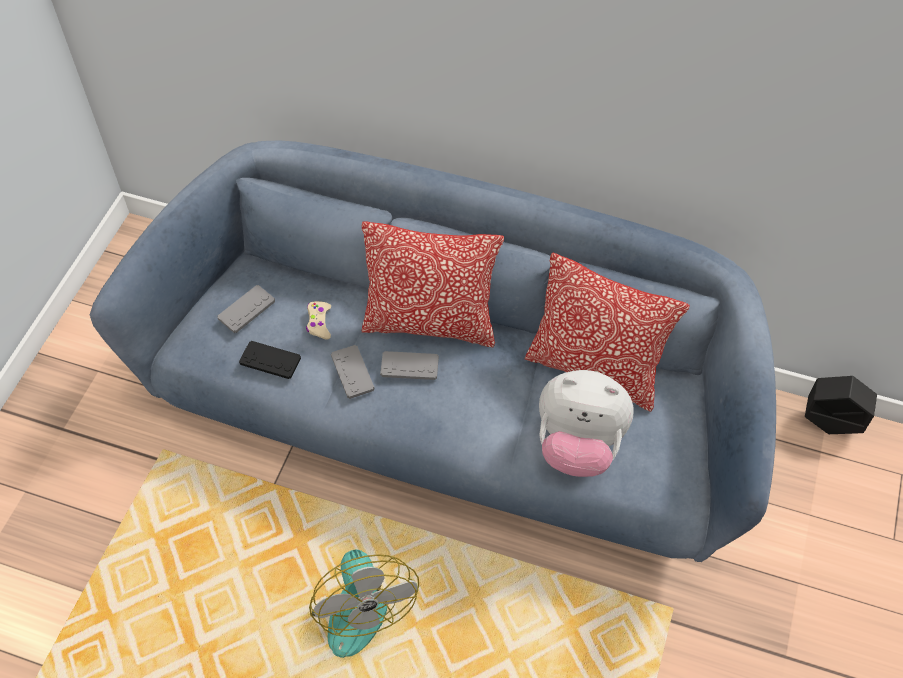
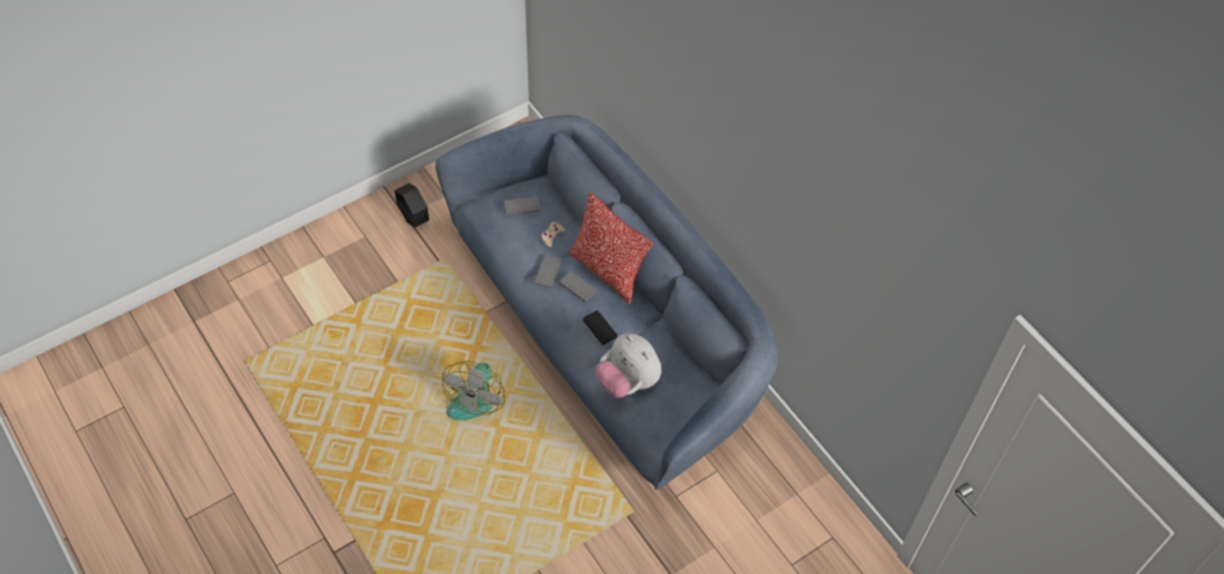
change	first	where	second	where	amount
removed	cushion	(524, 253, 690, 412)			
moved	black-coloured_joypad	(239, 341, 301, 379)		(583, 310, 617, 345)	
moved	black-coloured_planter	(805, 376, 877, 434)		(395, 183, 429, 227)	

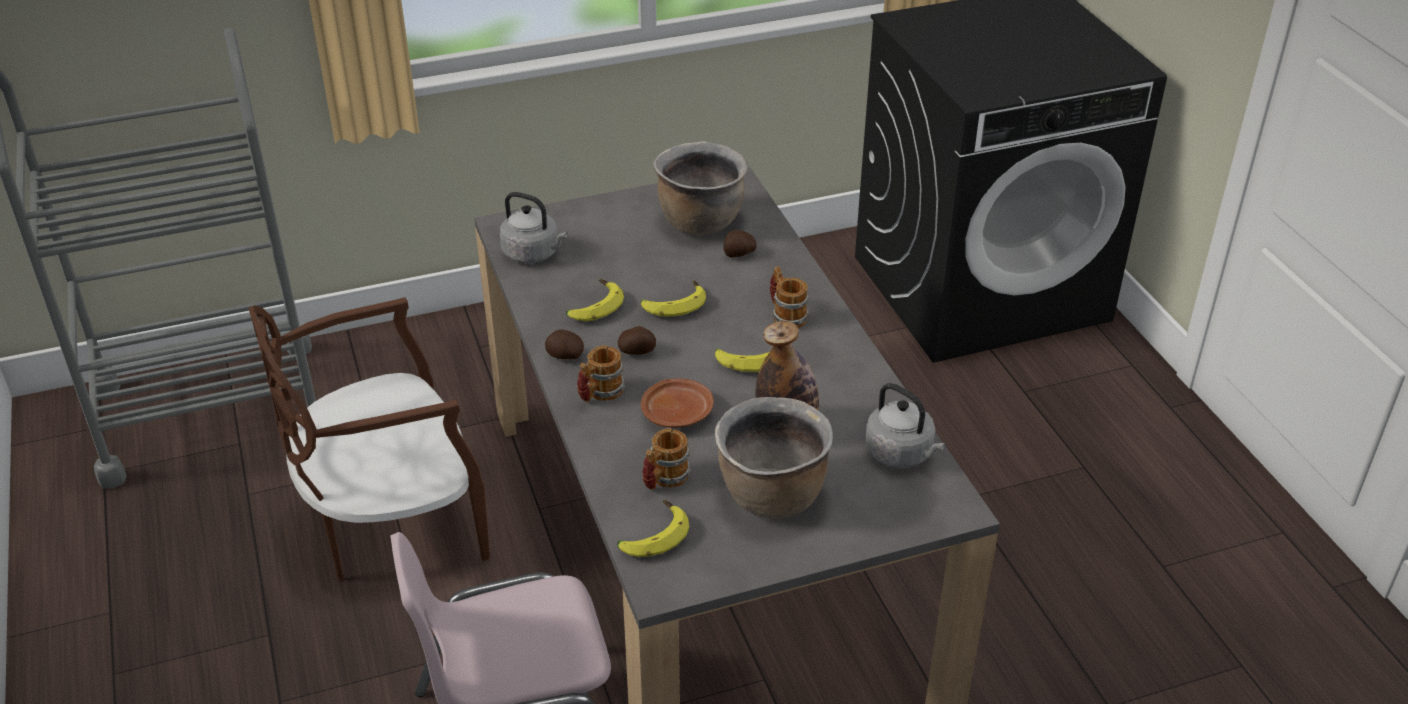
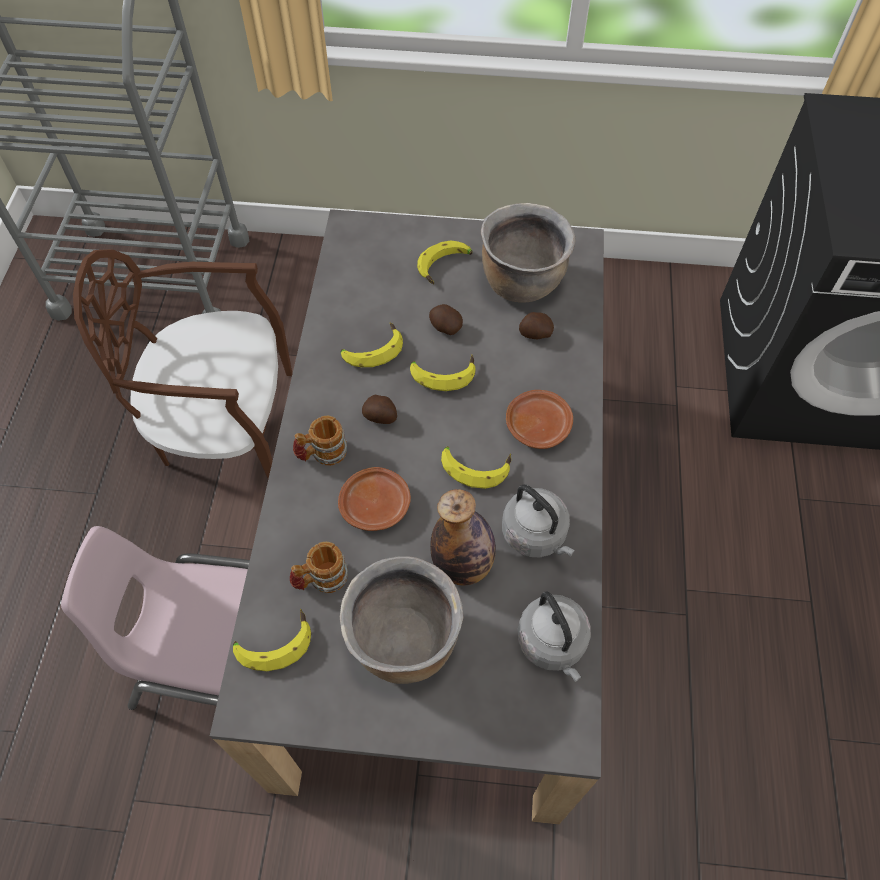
change	first	where	second	where	amount
moved	grey_kettle	(500, 192, 568, 263)		(502, 485, 575, 557)	
replaced	tea_mug	(770, 266, 809, 328)	brown_flat_dish	(506, 390, 573, 449)	
moved	potato	(545, 329, 584, 359)		(429, 304, 463, 335)	
added			banana_fruit	(417, 240, 473, 284)	

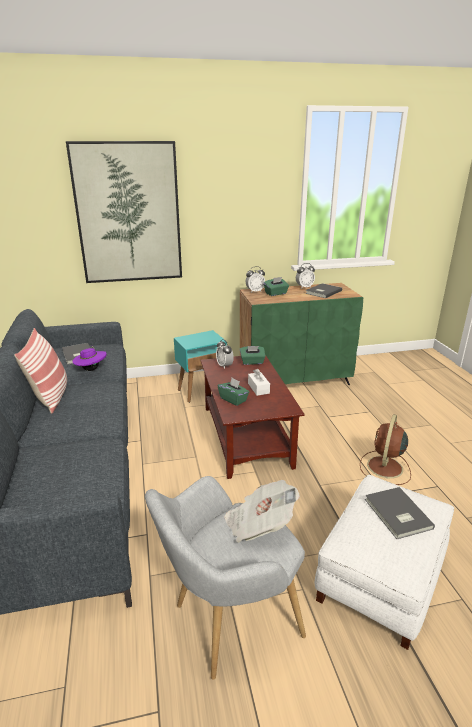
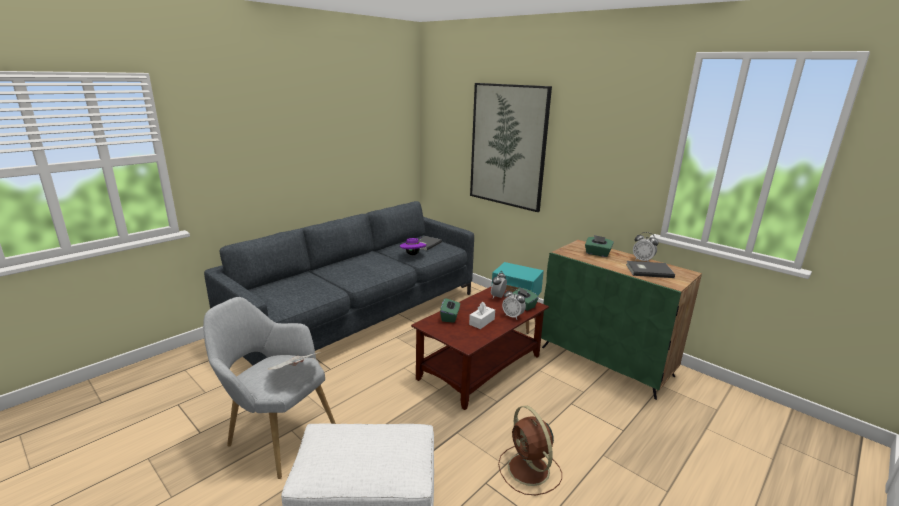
change	first	where	second	where	amount
moved	table_clock	(246, 266, 265, 293)		(502, 289, 526, 320)	
removed	cushion	(14, 328, 67, 414)			
turned	brown_fan	(360, 414, 411, 485)		(498, 406, 562, 495)	105 degrees counterclockwise
removed	grey_book	(365, 487, 435, 539)			

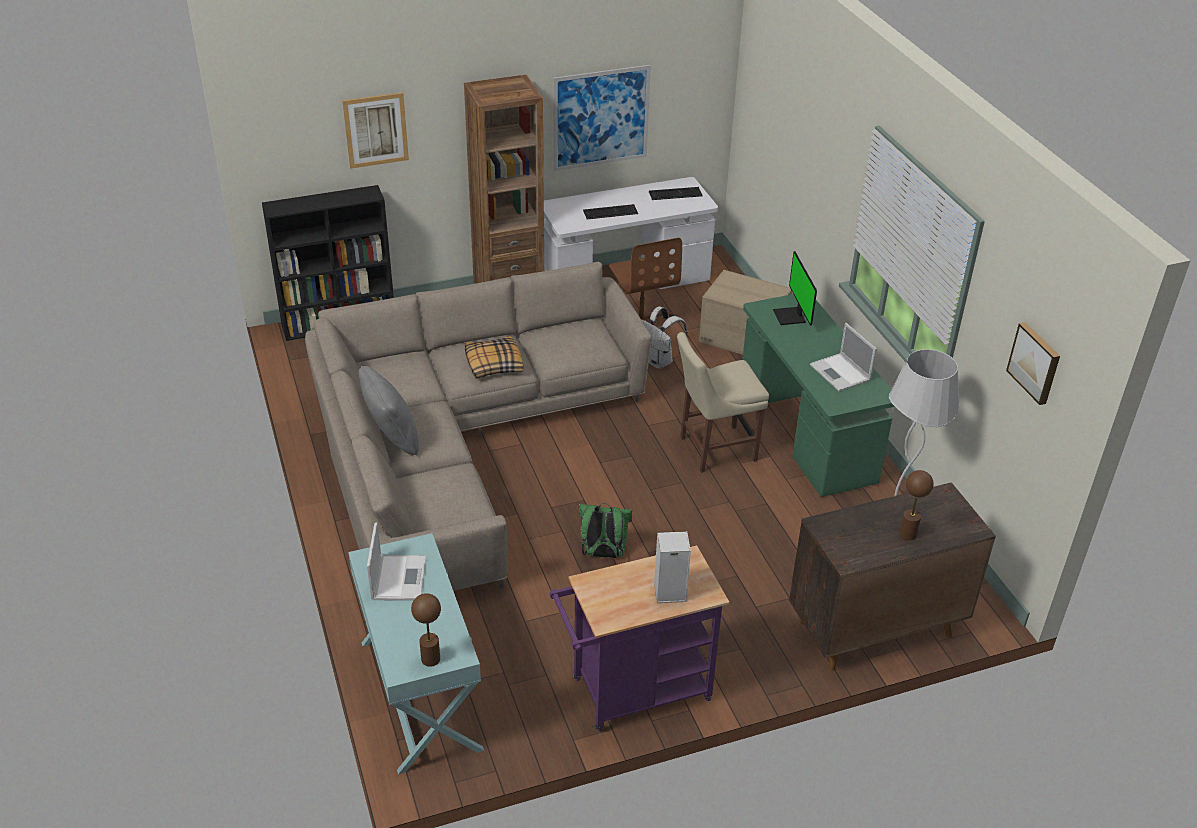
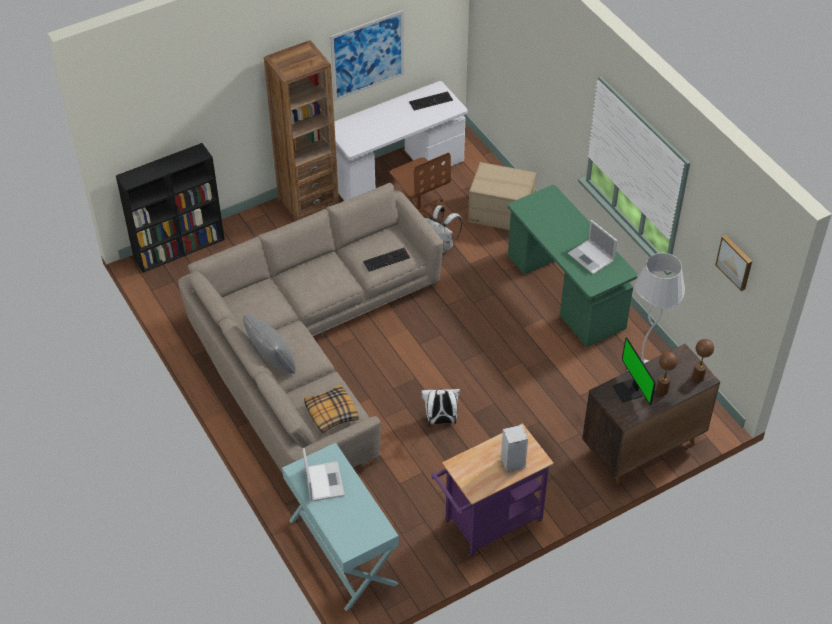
change	first	where	second	where	amount
removed	picture	(342, 92, 409, 169)			
moved	computer_keyboard	(583, 204, 638, 219)		(363, 248, 410, 272)	
moved	monitor	(773, 251, 817, 326)		(612, 337, 656, 405)	
removed	sand-coloured_chair	(677, 332, 769, 473)			
moved	cushion	(465, 336, 523, 379)		(304, 385, 359, 433)	
recoloured	green-coloured_knapsack	(579, 503, 632, 558)	white_knapsack	(421, 388, 460, 426)	
moved	brown_table_lamp	(411, 593, 441, 667)		(692, 339, 714, 383)	

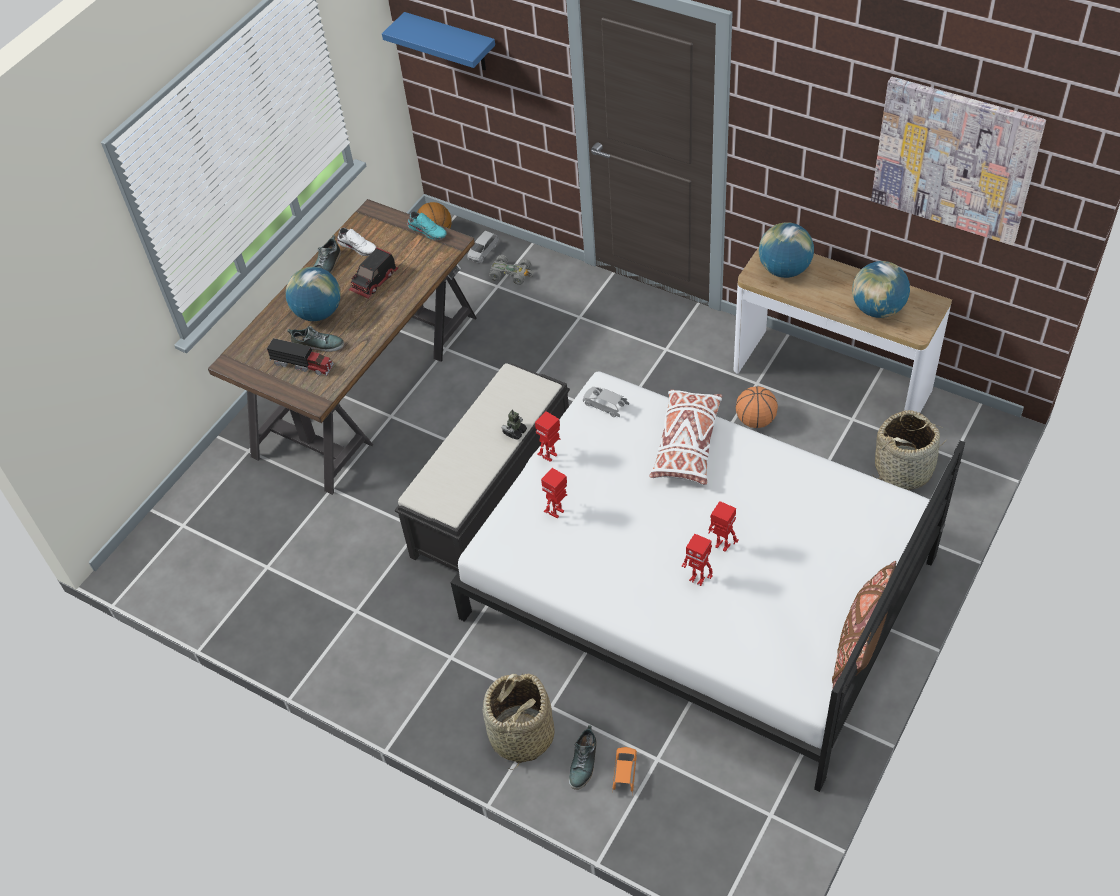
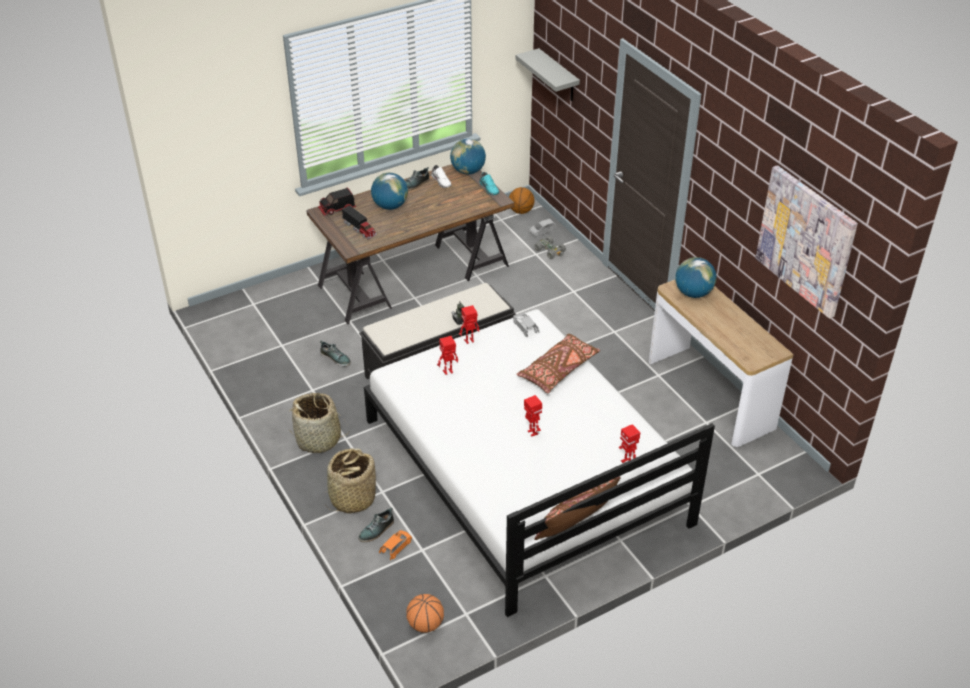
change	first	where	second	where	amount
recoloured	blue-coloured_wall_shelf	(382, 12, 495, 70)	grey_wall_shelf	(516, 48, 580, 101)	
moved	toy_truck	(349, 247, 398, 299)		(318, 187, 356, 216)	
moved	globe	(852, 261, 910, 318)		(450, 139, 486, 174)	
moved	shoe	(287, 326, 344, 352)		(320, 340, 351, 367)	
moved	basketball	(736, 386, 778, 428)		(406, 594, 444, 633)	
recoloured	white_cushion	(649, 389, 722, 485)	brown_cushion	(516, 334, 600, 393)	
moved	storage_basket	(872, 410, 947, 490)		(290, 393, 350, 453)	
moved	model_robot	(682, 533, 713, 586)		(619, 424, 640, 463)	

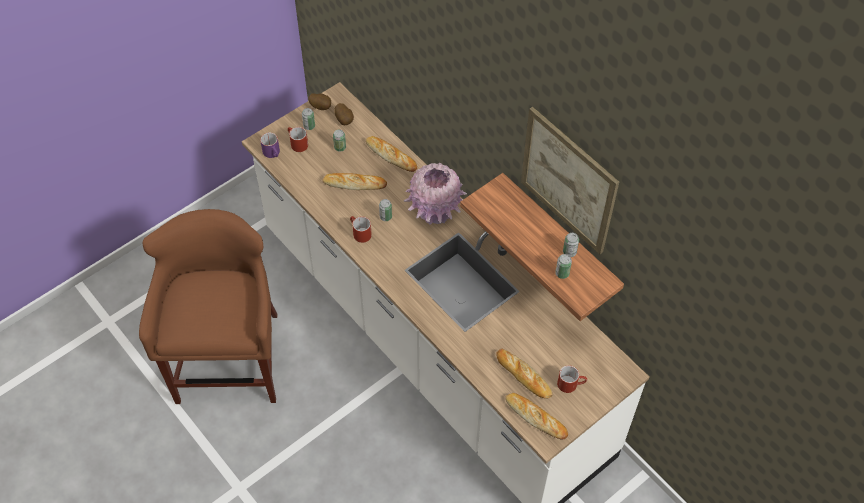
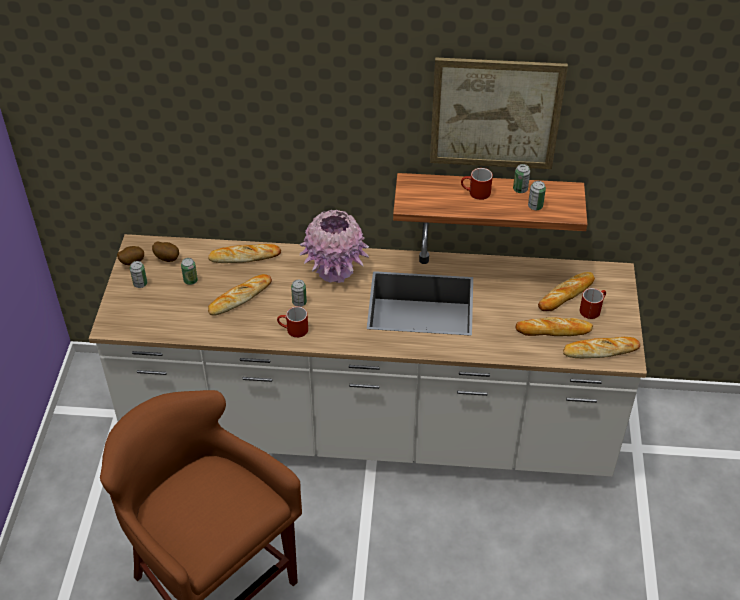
change	first	where	second	where	amount
moved	red-coloured_tea_mug	(288, 127, 308, 152)		(461, 168, 493, 200)	
removed	purplish_tea_mug	(260, 133, 280, 158)			
added			bread	(538, 272, 595, 311)	

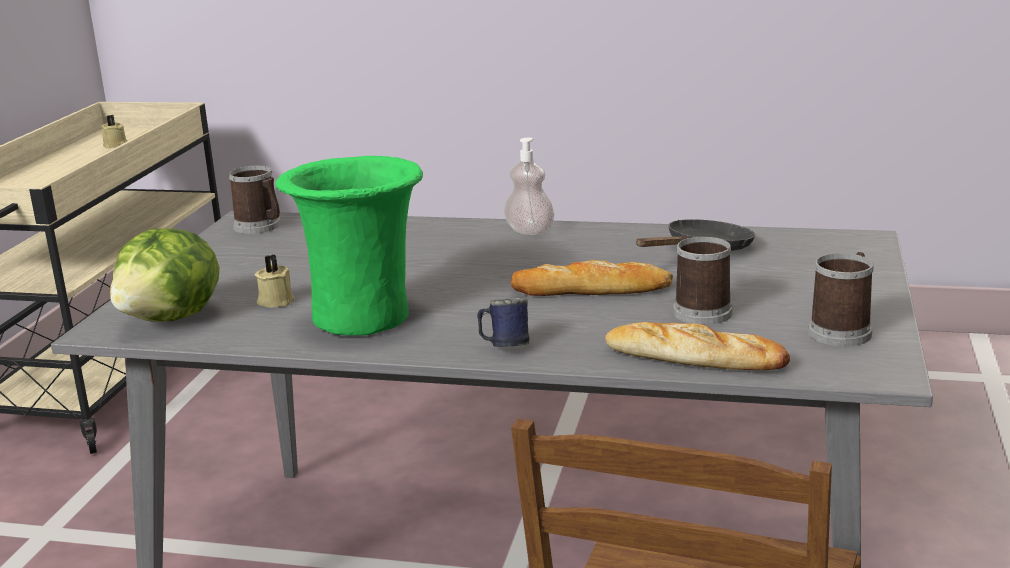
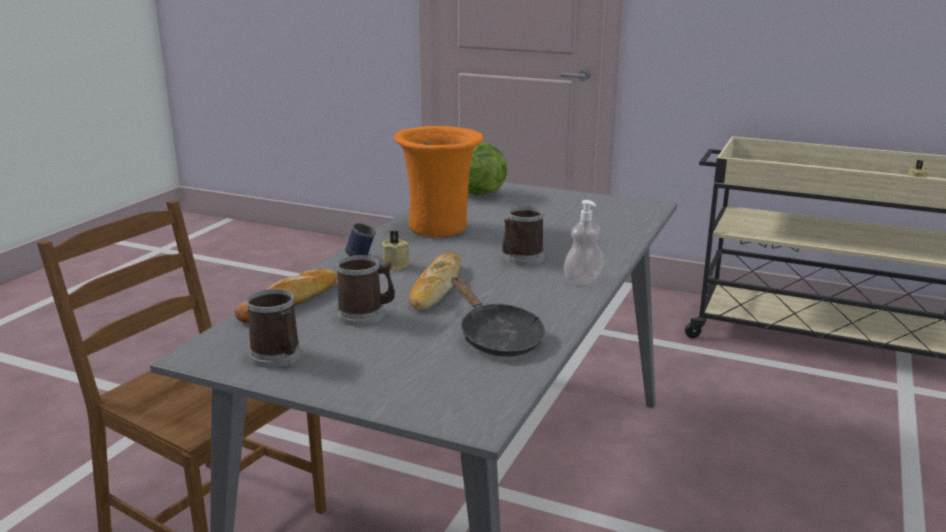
change	first	where	second	where	amount
recoloured	green-coloured_vase	(275, 156, 423, 336)	orange-coloured_vase	(394, 126, 483, 237)	
moved	tea_mug	(228, 166, 280, 234)		(502, 207, 545, 265)	
moved	sand-coloured_wax_light	(255, 254, 295, 308)		(382, 231, 411, 271)	

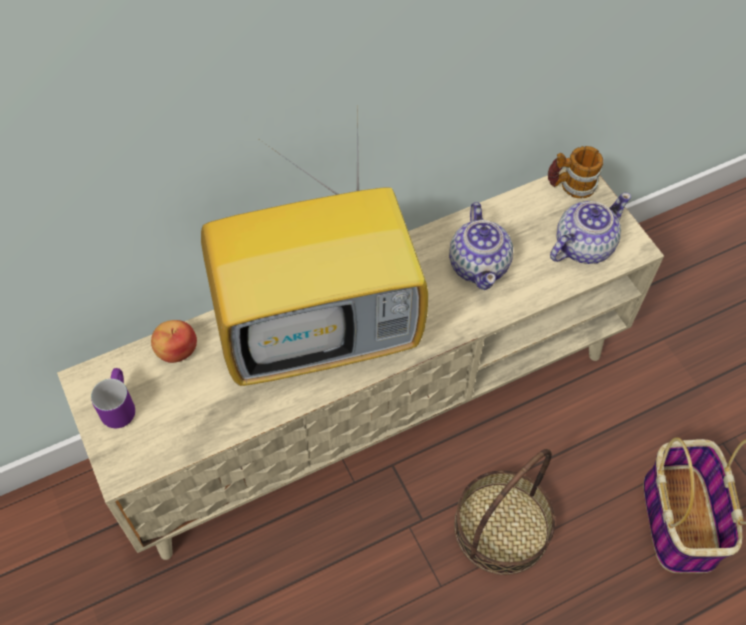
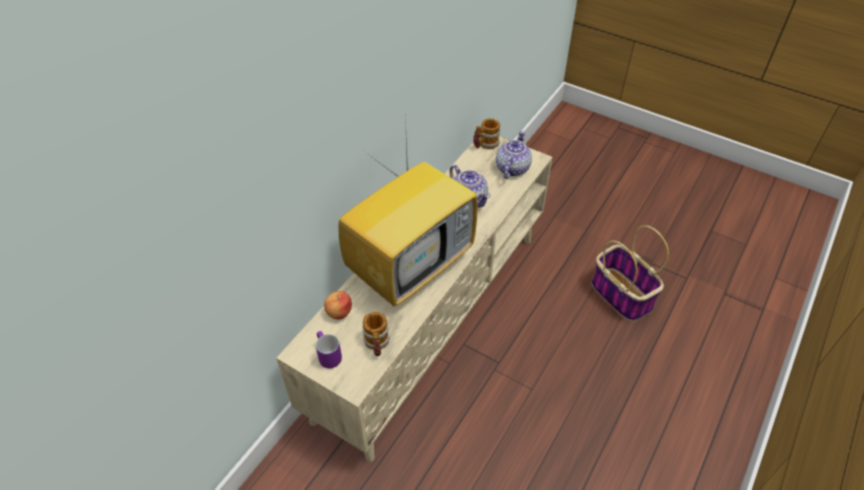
change	first	where	second	where	amount
removed	storage_basket	(454, 449, 555, 575)			
added			tea_mug	(363, 312, 390, 356)	

